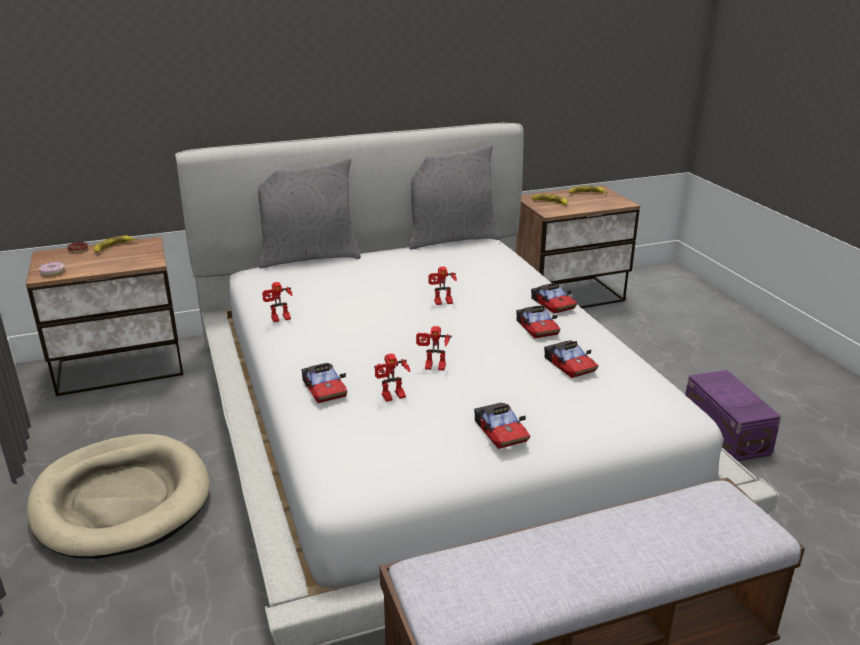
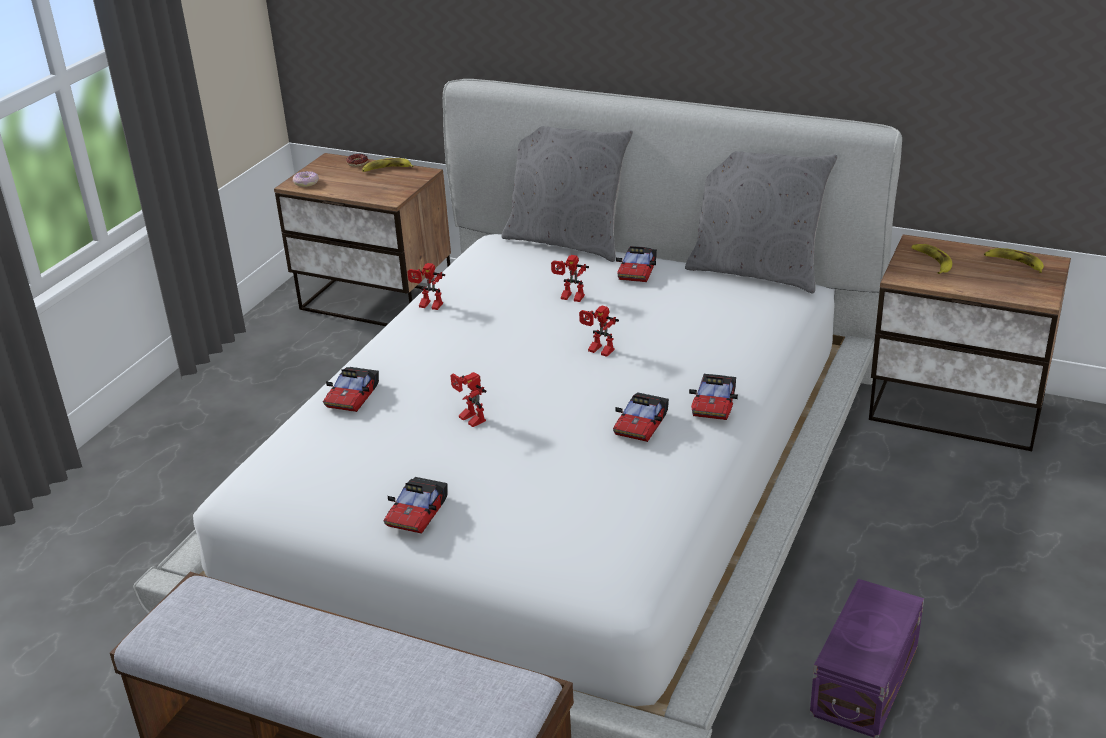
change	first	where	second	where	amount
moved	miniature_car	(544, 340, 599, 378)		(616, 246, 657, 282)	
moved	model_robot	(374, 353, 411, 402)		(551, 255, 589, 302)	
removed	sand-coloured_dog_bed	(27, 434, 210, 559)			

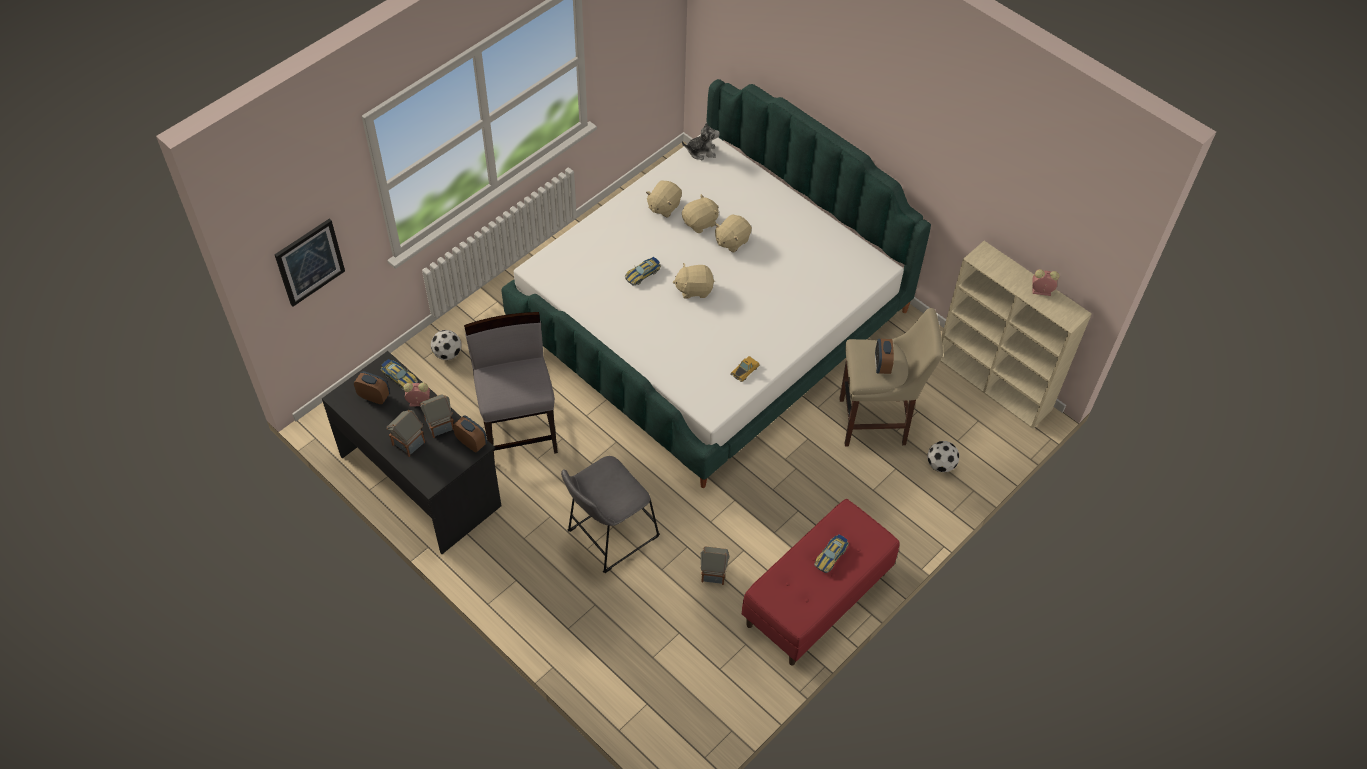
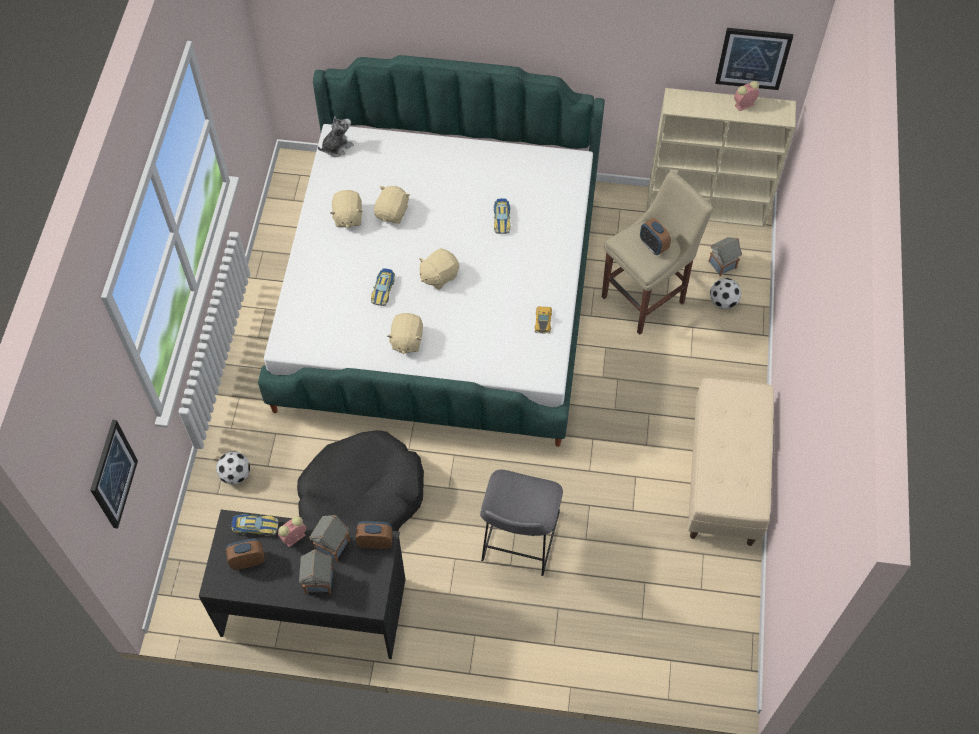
change	first	where	second	where	amount
moved	sand-coloured_plush_toy	(715, 214, 752, 252)		(387, 313, 423, 354)	
replaced	grey_chair	(464, 312, 558, 463)	black-coloured_dog_bed	(297, 430, 424, 531)	
recoloured	red-coloured_bench	(742, 499, 900, 665)	sand-coloured_bench	(688, 378, 774, 546)	
moved	miniature_car	(814, 535, 849, 573)		(494, 198, 511, 234)	
moved	model_house	(700, 547, 729, 585)		(708, 237, 742, 276)	
added			picture	(715, 28, 793, 90)	

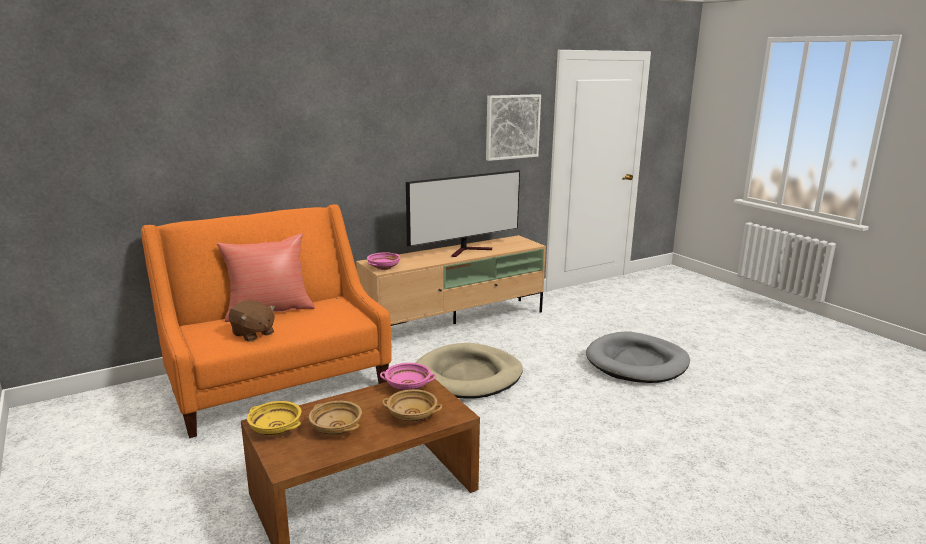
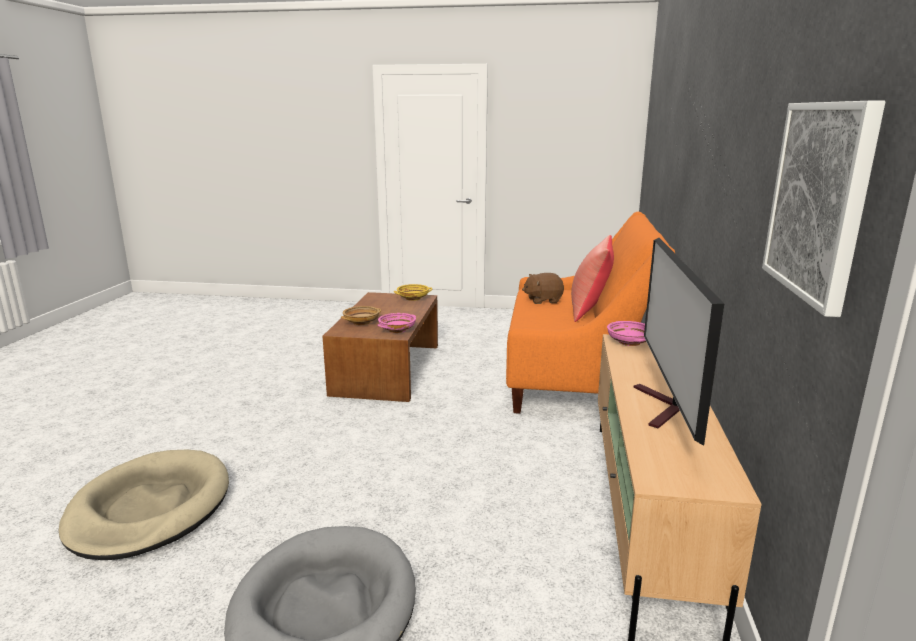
change	first	where	second	where	amount
moved	sand-coloured_dog_bed	(416, 343, 523, 399)		(59, 450, 229, 560)	
removed	sand-coloured_bowl	(309, 401, 362, 435)			

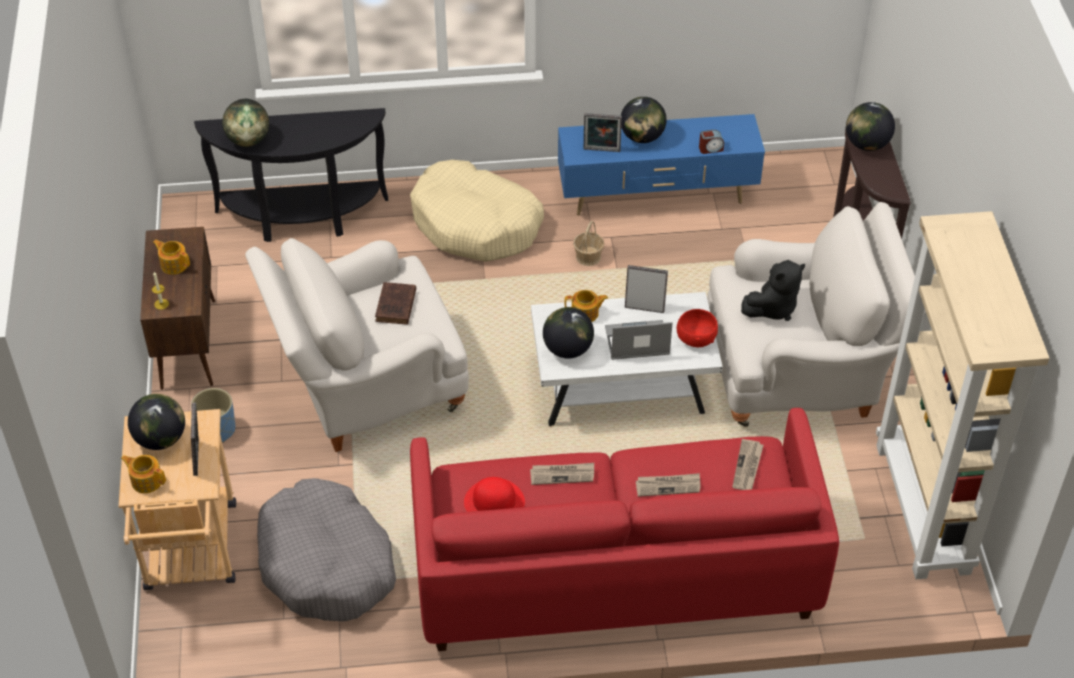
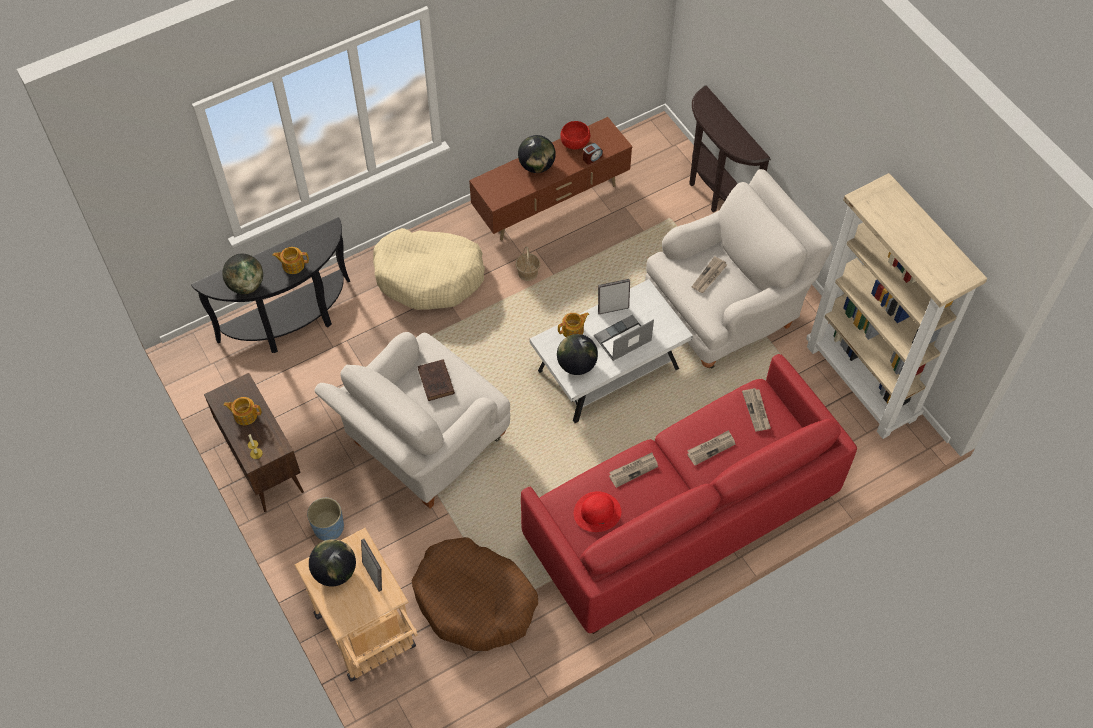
change	first	where	second	where	amount
removed	globe	(846, 102, 895, 151)			
removed	standing_frame	(584, 113, 622, 152)			
recoloured	blue-coloured_tv_unit	(558, 114, 765, 216)	brown_tv_unit	(469, 117, 632, 241)	
replaced	black-coloured_plush_toy	(741, 260, 805, 321)	newspaper	(692, 256, 727, 293)	
moved	red-coloured_bowl	(677, 309, 718, 347)		(560, 121, 590, 149)	
moved	pot_for_tea	(121, 455, 166, 493)		(272, 247, 309, 274)	
recoloured	grey_dog_bed	(257, 478, 396, 621)	brown_dog_bed	(412, 537, 538, 651)	

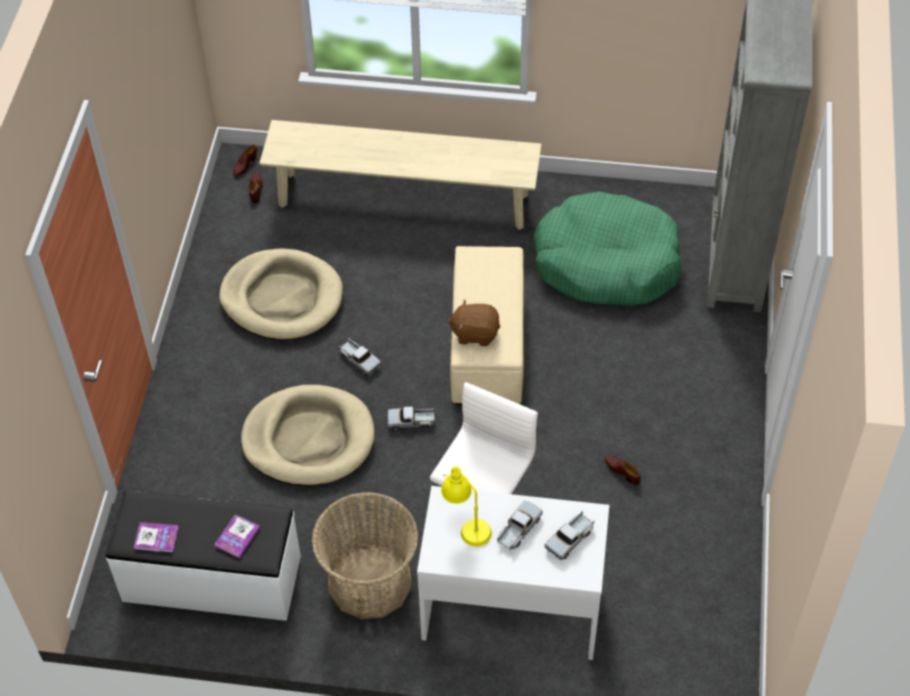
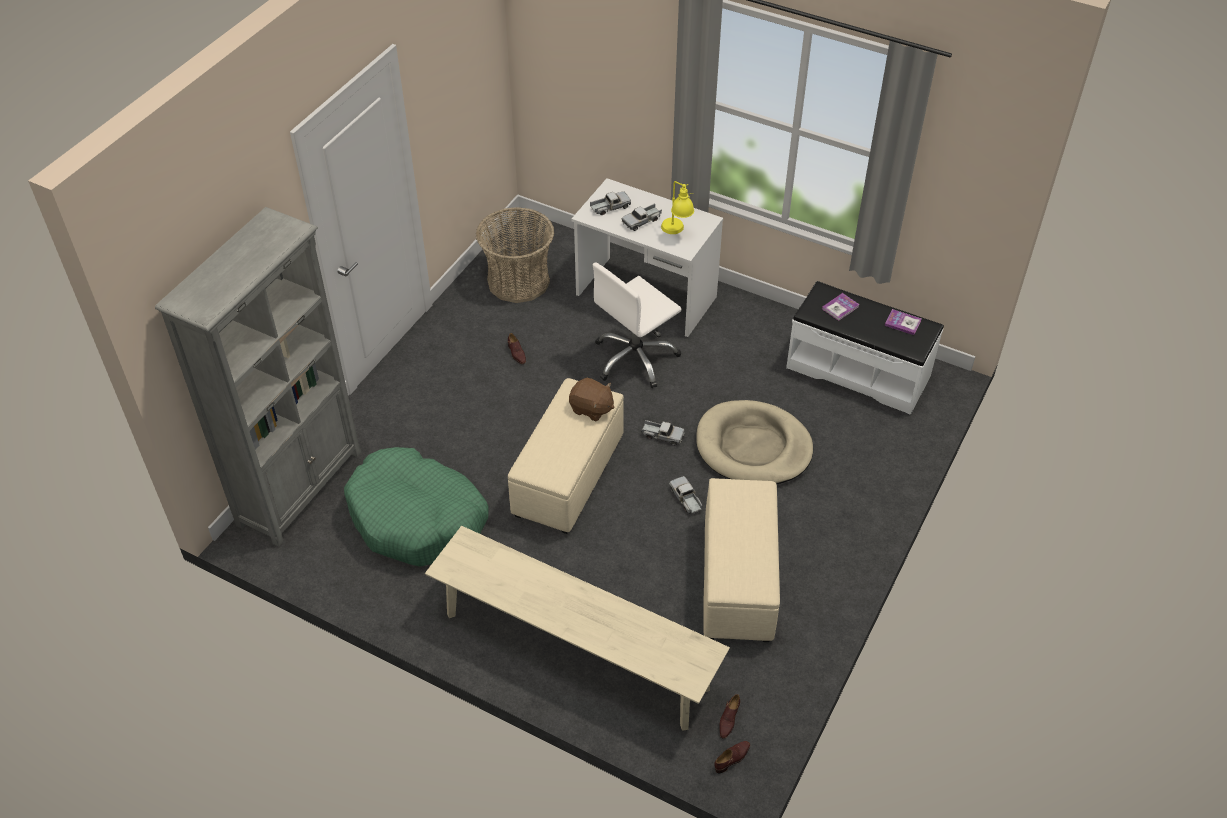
change	first	where	second	where	amount
replaced	sand-coloured_dog_bed	(219, 248, 343, 340)	sand-coloured_footrest	(703, 478, 780, 642)	
moved	storage_basket	(312, 492, 419, 619)		(476, 207, 554, 303)	

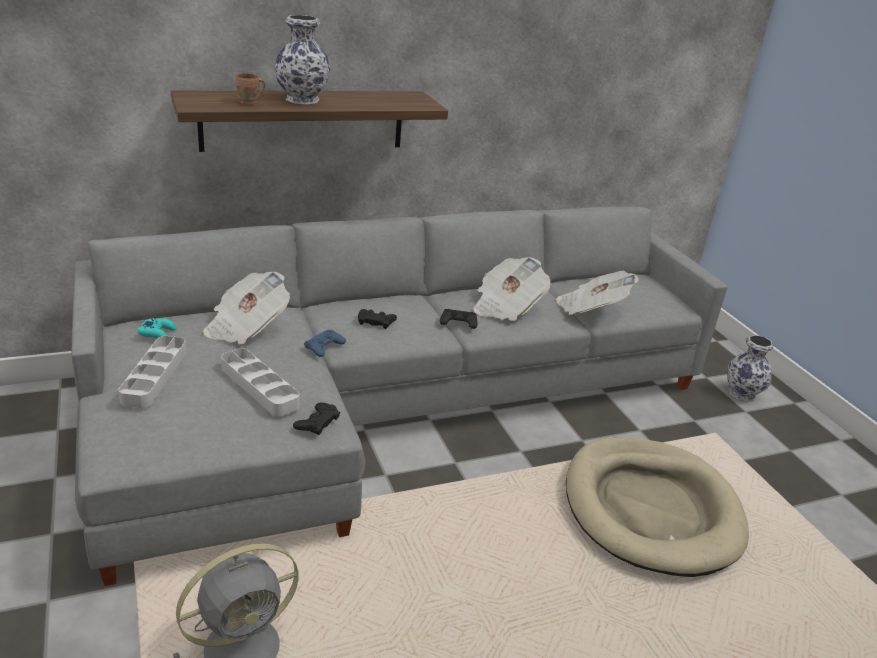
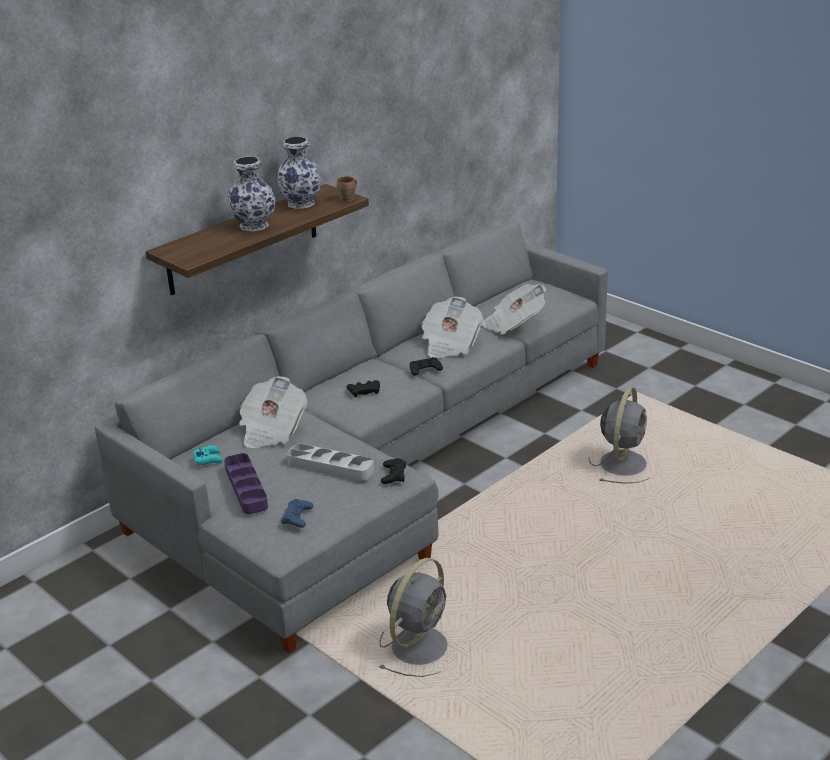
change	first	where	second	where	amount
moved	brown_tea_mug	(236, 73, 265, 105)		(336, 176, 357, 202)	
moved	blue-coloured_joypad	(304, 330, 346, 357)		(281, 499, 313, 528)	
moved	vase	(727, 335, 774, 402)		(277, 136, 321, 209)	
recoloured	grey_carrying_tray	(118, 336, 186, 408)	purplish_carrying_tray	(224, 453, 268, 514)	
replaced	sand-coloured_dog_bed	(566, 438, 749, 577)	grey_fan	(589, 387, 649, 483)	

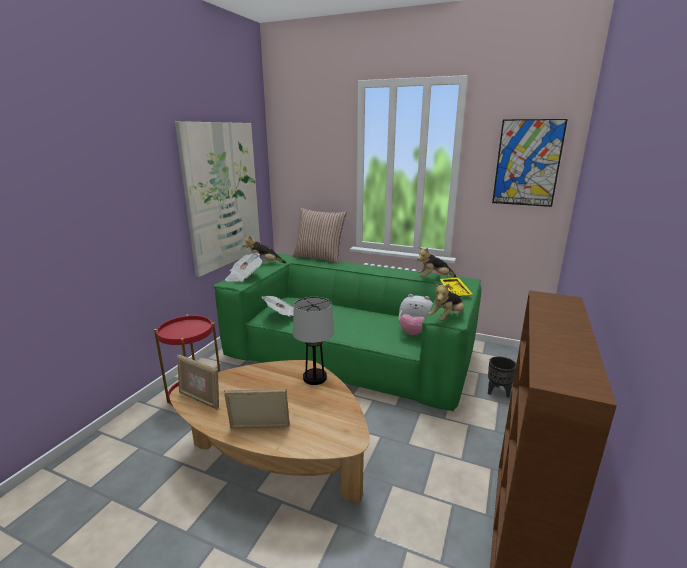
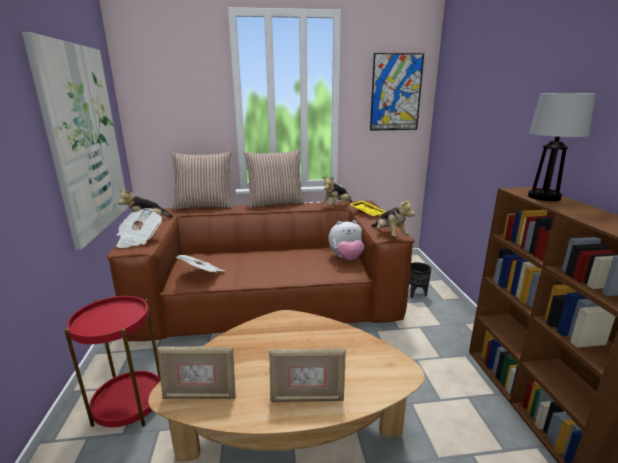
change	first	where	second	where	amount
recoloured	green-coloured_sofa	(213, 253, 481, 411)	brown_sofa	(106, 200, 415, 342)	
turned	plush_toy	(428, 283, 464, 321)		(371, 198, 415, 236)	45 degrees counterclockwise
moved	table_lamp	(293, 297, 334, 385)		(528, 93, 596, 201)	
turned	standing_frame	(224, 389, 290, 429)		(269, 348, 346, 402)	150 degrees counterclockwise
added			cushion	(244, 149, 305, 209)	

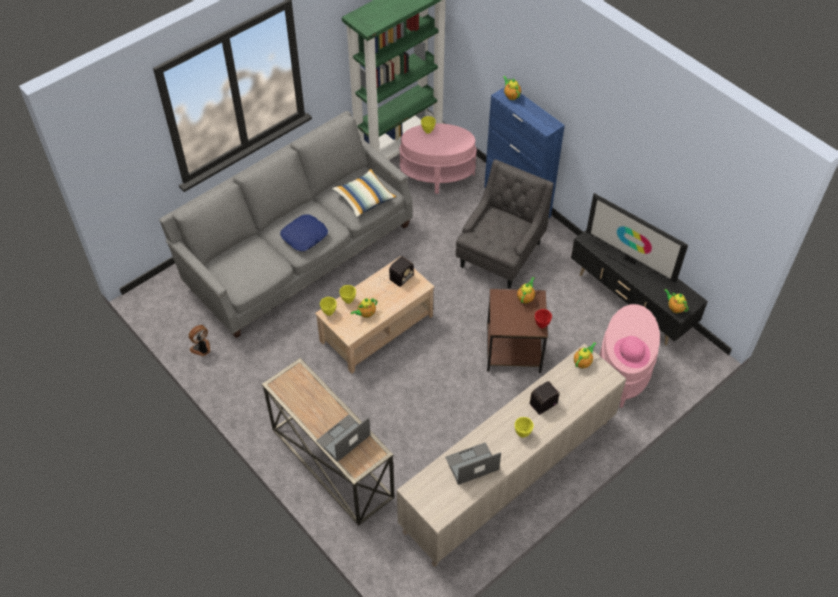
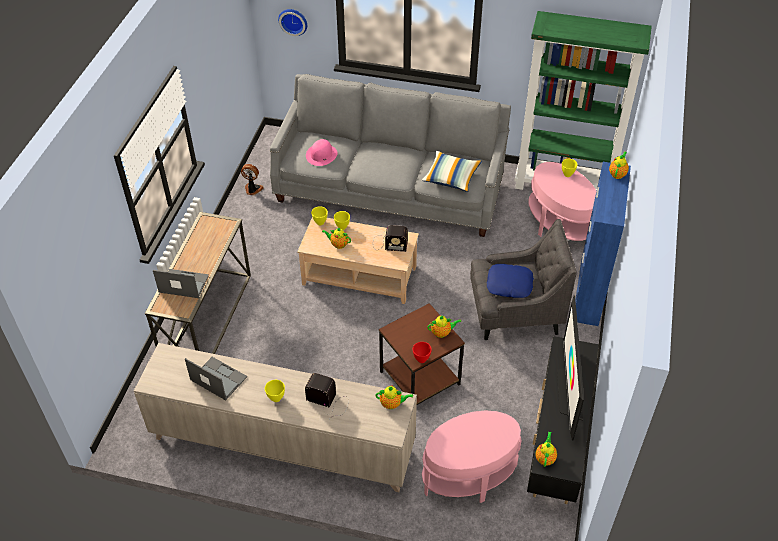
change	first	where	second	where	amount
moved	blue-coloured_cushion	(280, 215, 328, 251)		(487, 264, 534, 298)	
moved	pink-coloured_wearable_hat	(614, 336, 650, 368)		(306, 139, 338, 166)	
added			clock_on_the_wall	(278, 9, 307, 36)	

